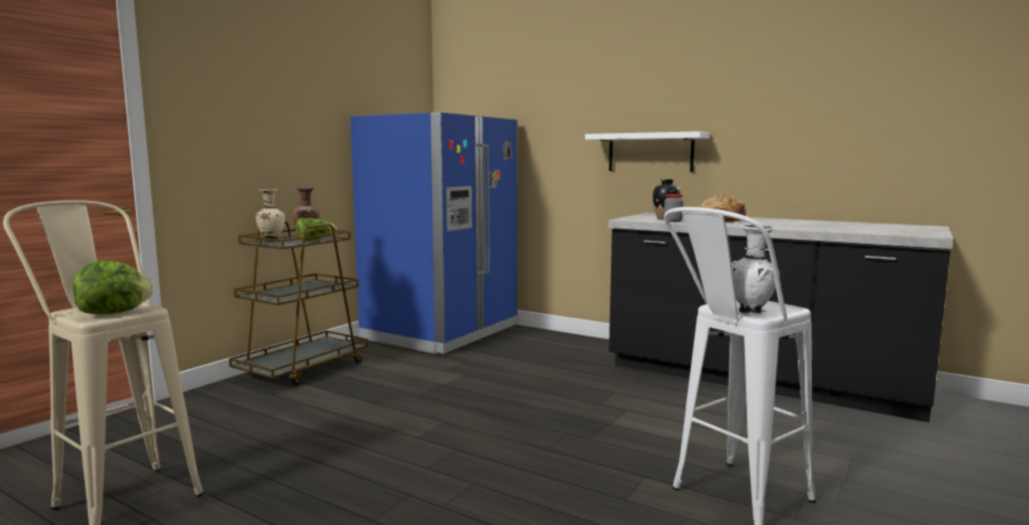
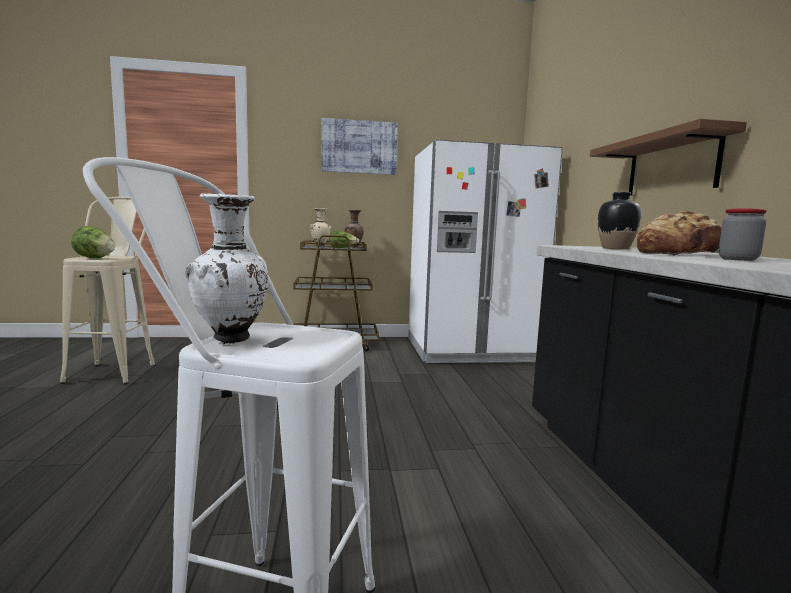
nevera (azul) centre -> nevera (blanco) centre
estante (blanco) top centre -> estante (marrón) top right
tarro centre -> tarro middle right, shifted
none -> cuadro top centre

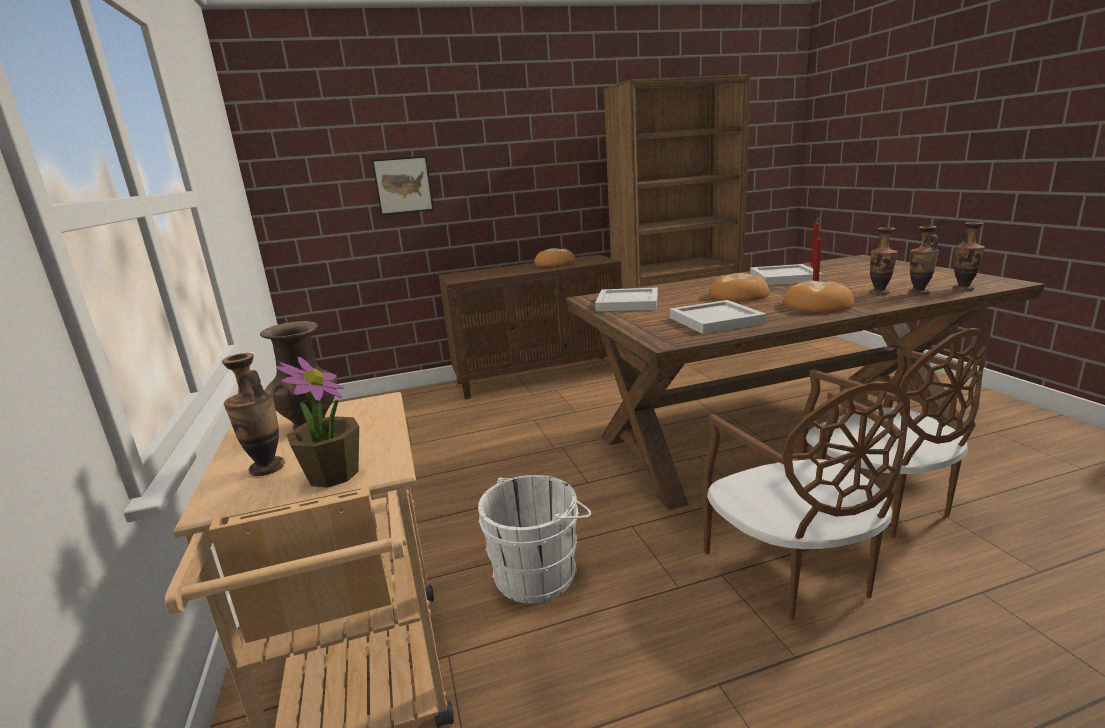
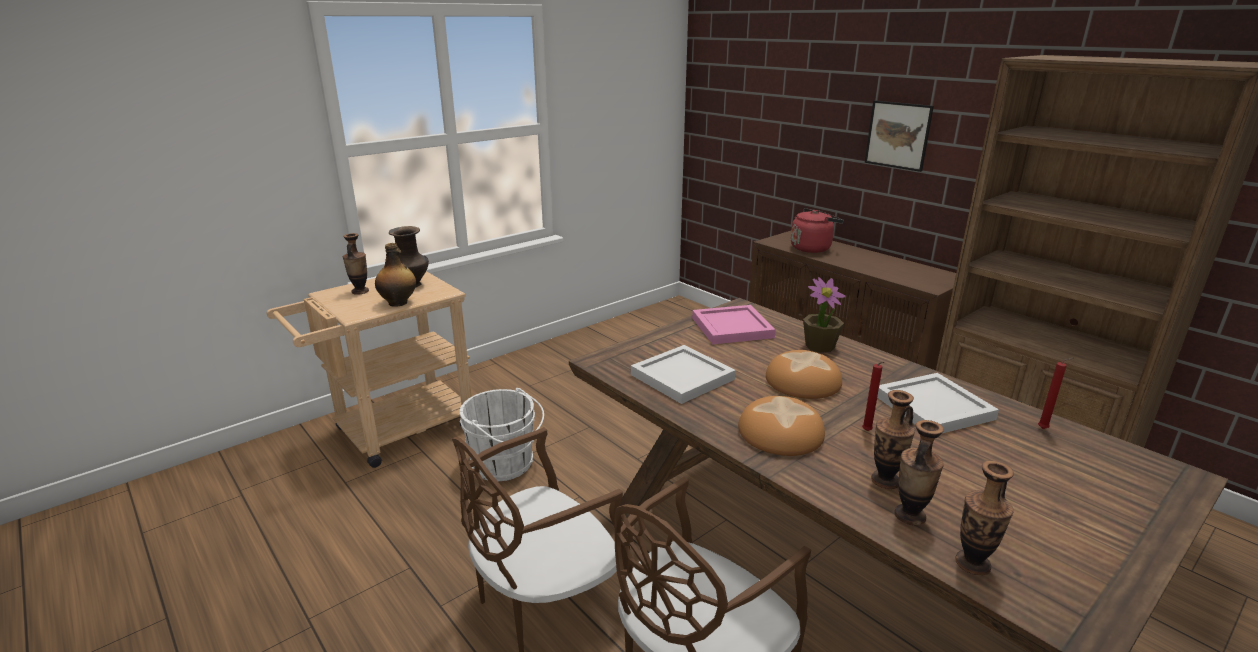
planta en maceta middle left -> planta en maceta centre, shifted
cuadro top centre -> cuadro top right, shifted
pan (no. 1 from left) centre -> none
bandeja (blanco) (no. 1 from left) centre -> bandeja (rosa) centre
none -> botella middle left
none -> hervidor (rojo) centre

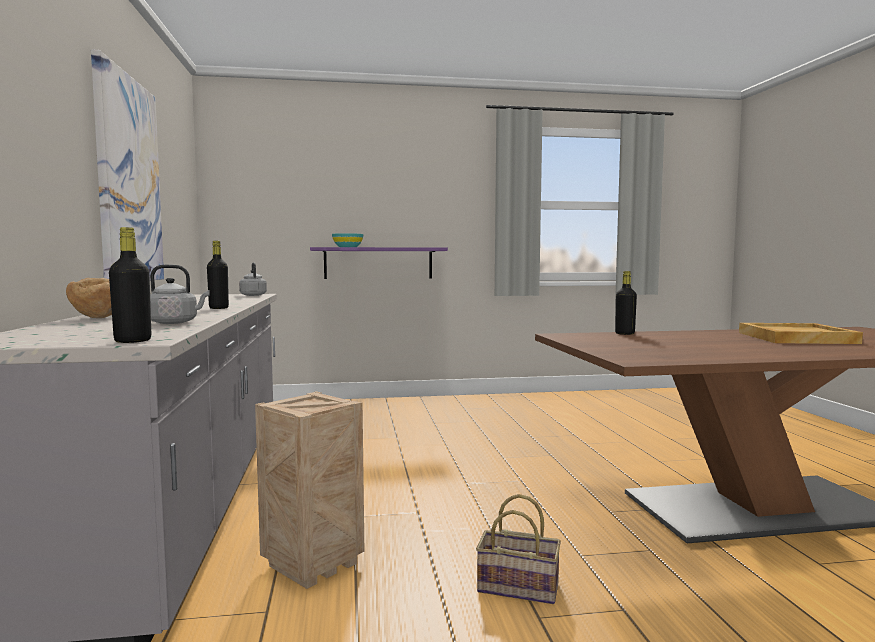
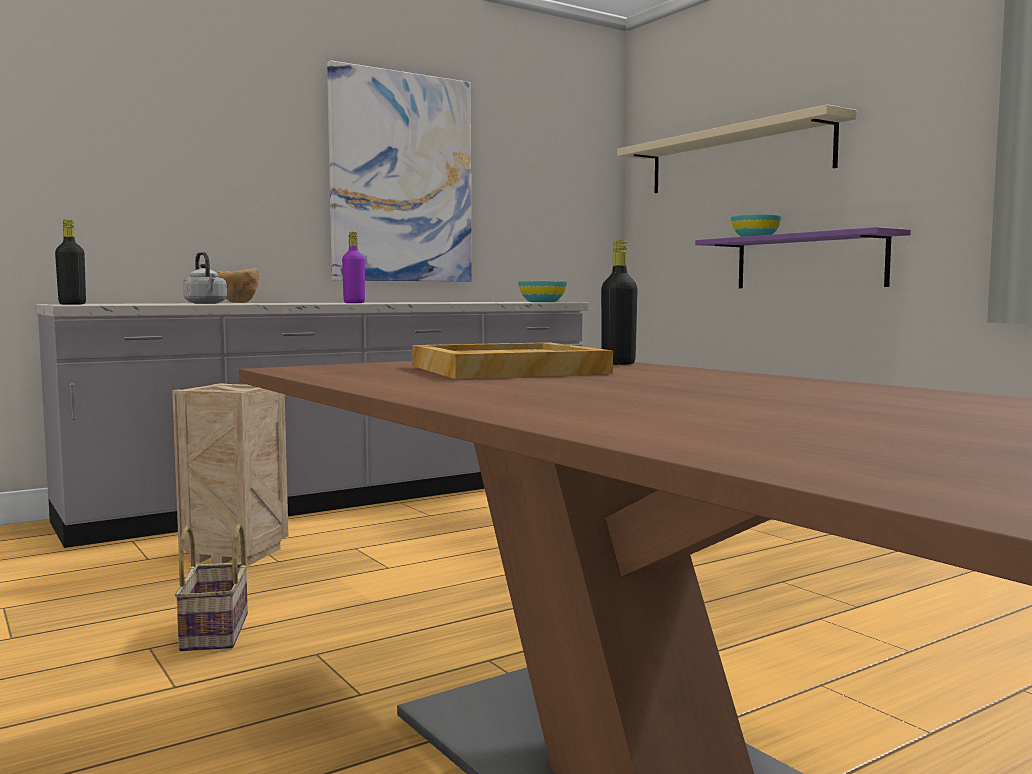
botella (negro) (no. 2 from left) middle left -> botella (morado) centre
hervidor (gris) (no. 2 from left) middle left -> cuenco (turquesa) (no. 1 from left) centre
bandeja (beis) middle right -> bandeja (beis) centre, shifted
none -> estante (beis) top right

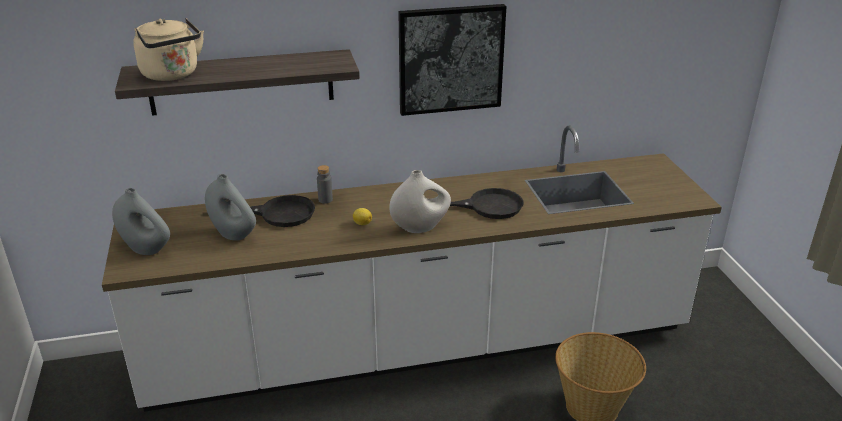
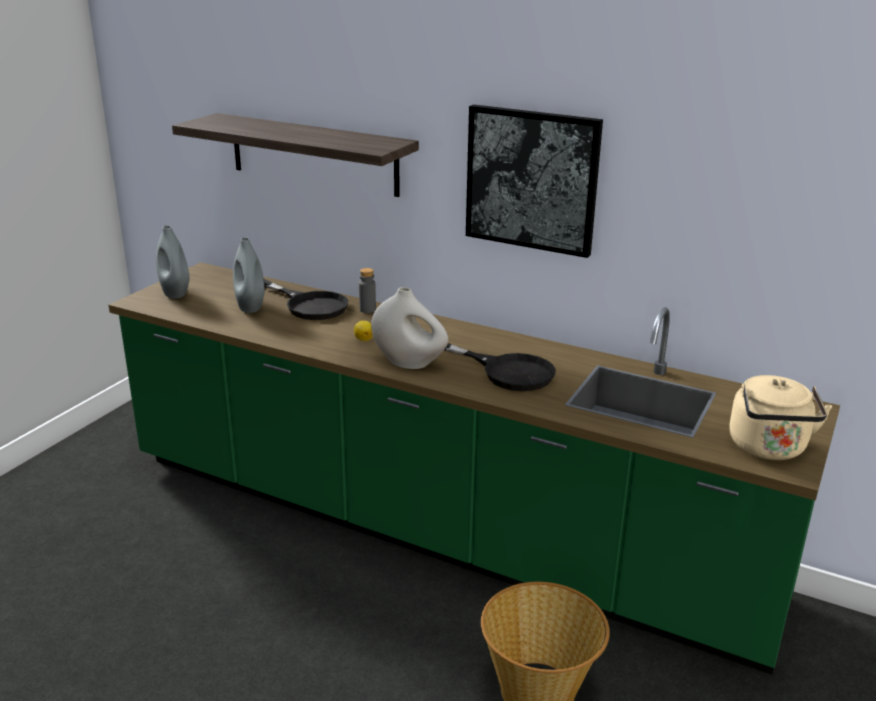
mueble bajo de cocina (blanco) centre -> mueble bajo de cocina (verde) bottom centre
hervidor (beis) top left -> hervidor (beis) middle right, shifted

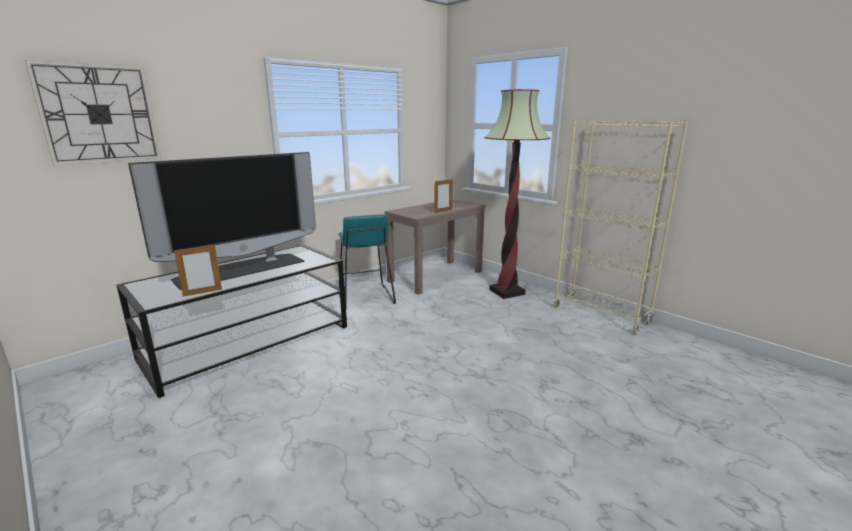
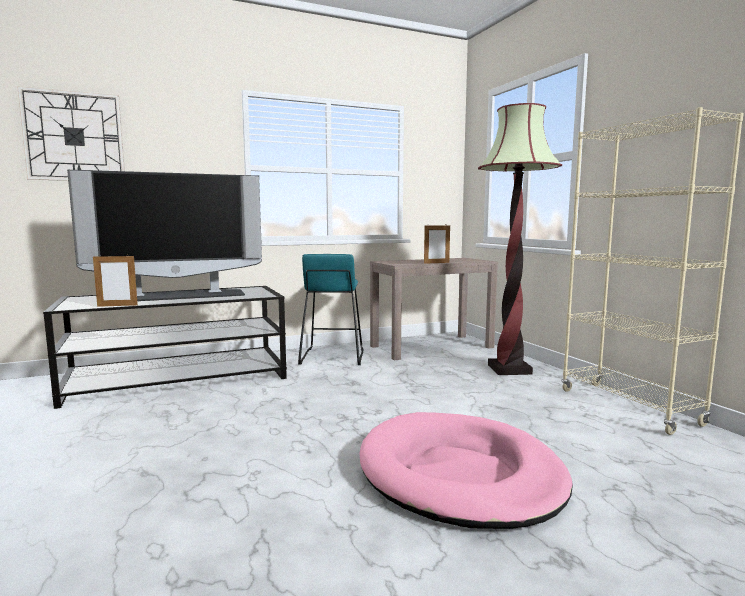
none -> cama para perro (rosa) bottom centre

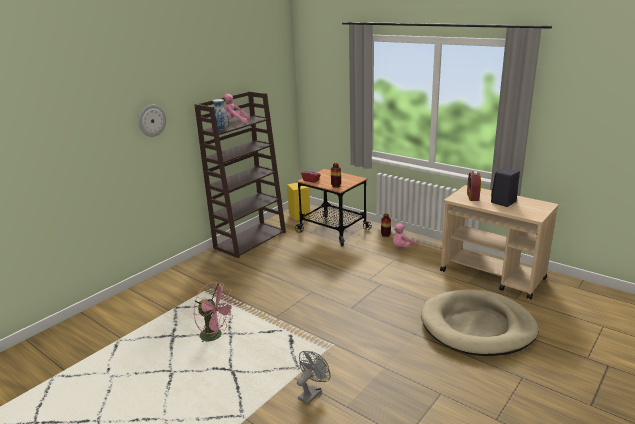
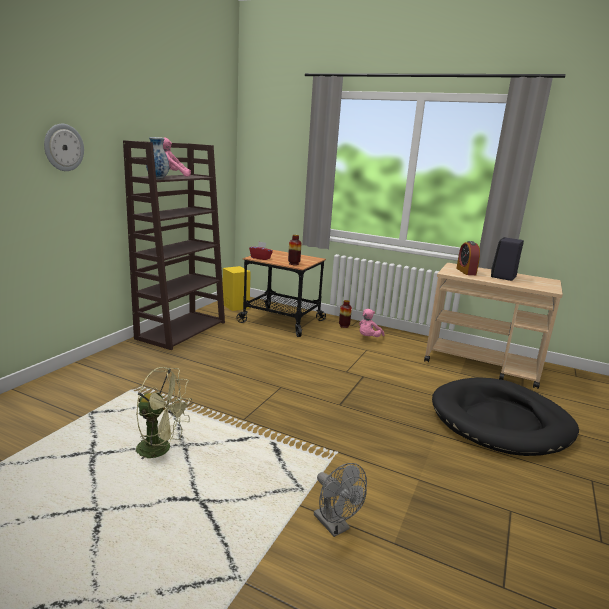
ventilador (rosa) bottom centre -> ventilador (verde) bottom left
ventilador (gris) bottom centre, 120 degrees clockwise
cama para perro (beis) bottom right -> cama para perro (negro) bottom right

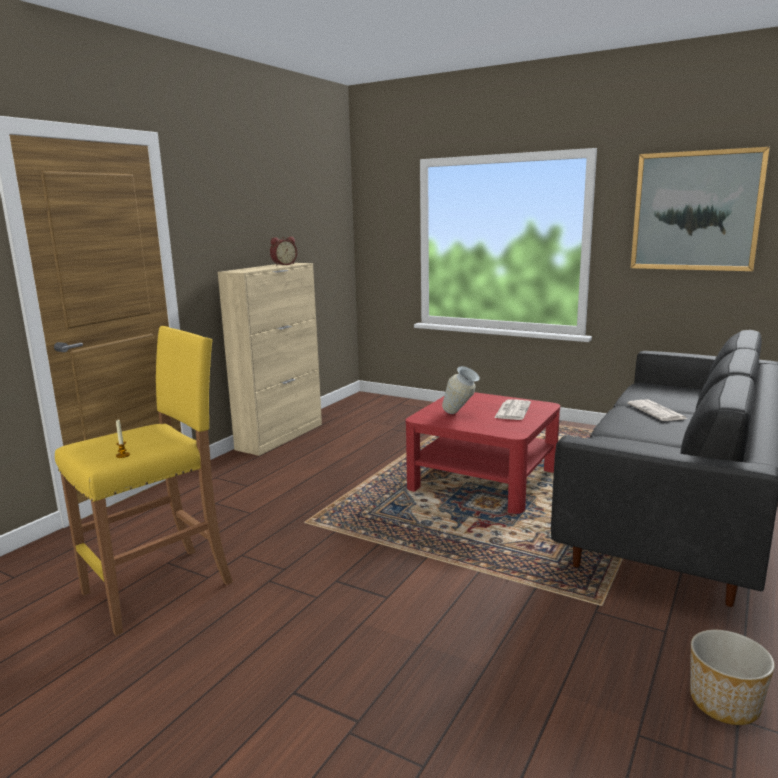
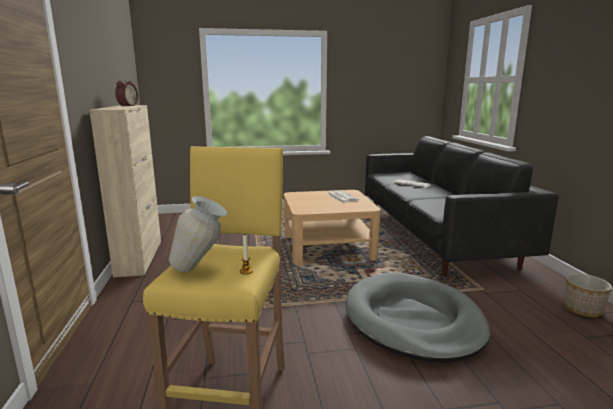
mesa de centro (rojo) centre -> mesa de centro (beis) centre
florero centre -> florero middle left, shifted
cuadro top right -> none
none -> cama para perro (gris) bottom right

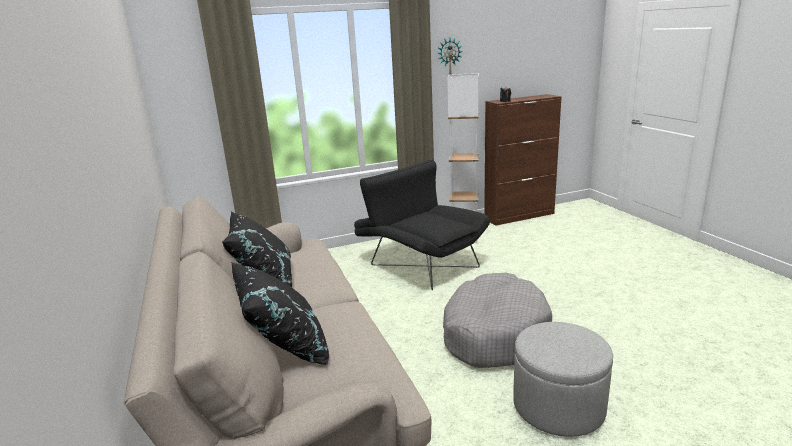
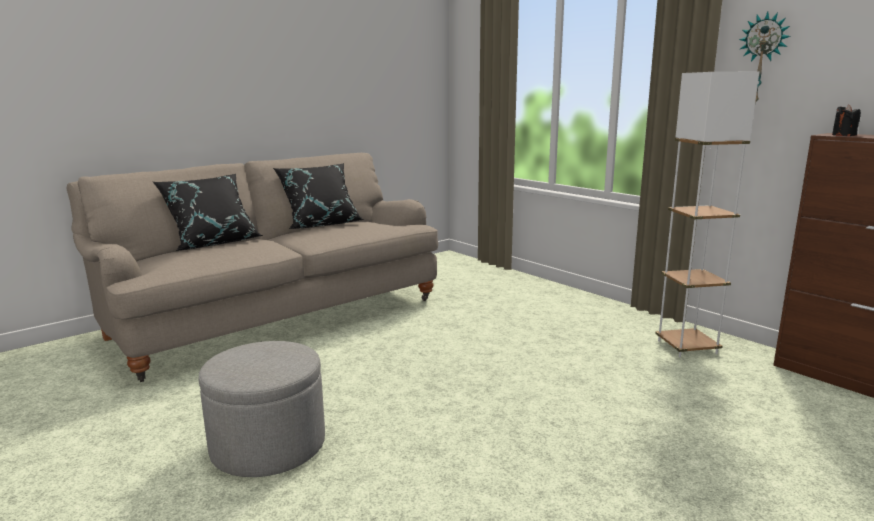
sillón (negro) centre -> none
cama para perro (gris) bottom centre -> none

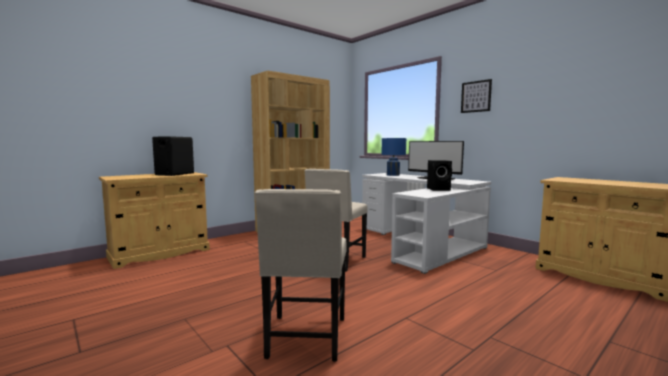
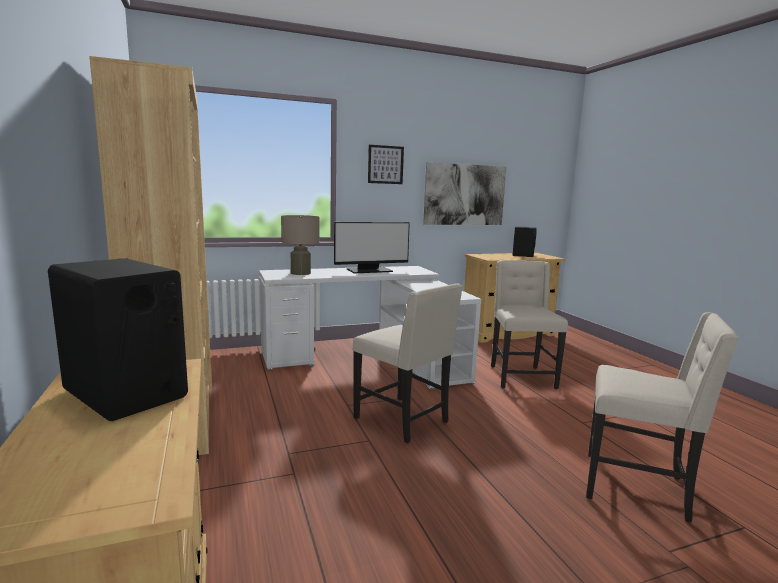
lámpara de mesa (azul) centre -> lámpara de mesa (beis) centre
altavoz (negro) (no. 2 from left) centre -> altavoz (negro) (no. 2 from left) middle right, shifted
none -> cuadro (no. 2 from left) top centre
none -> silla (beis) (no. 2 from left) middle right

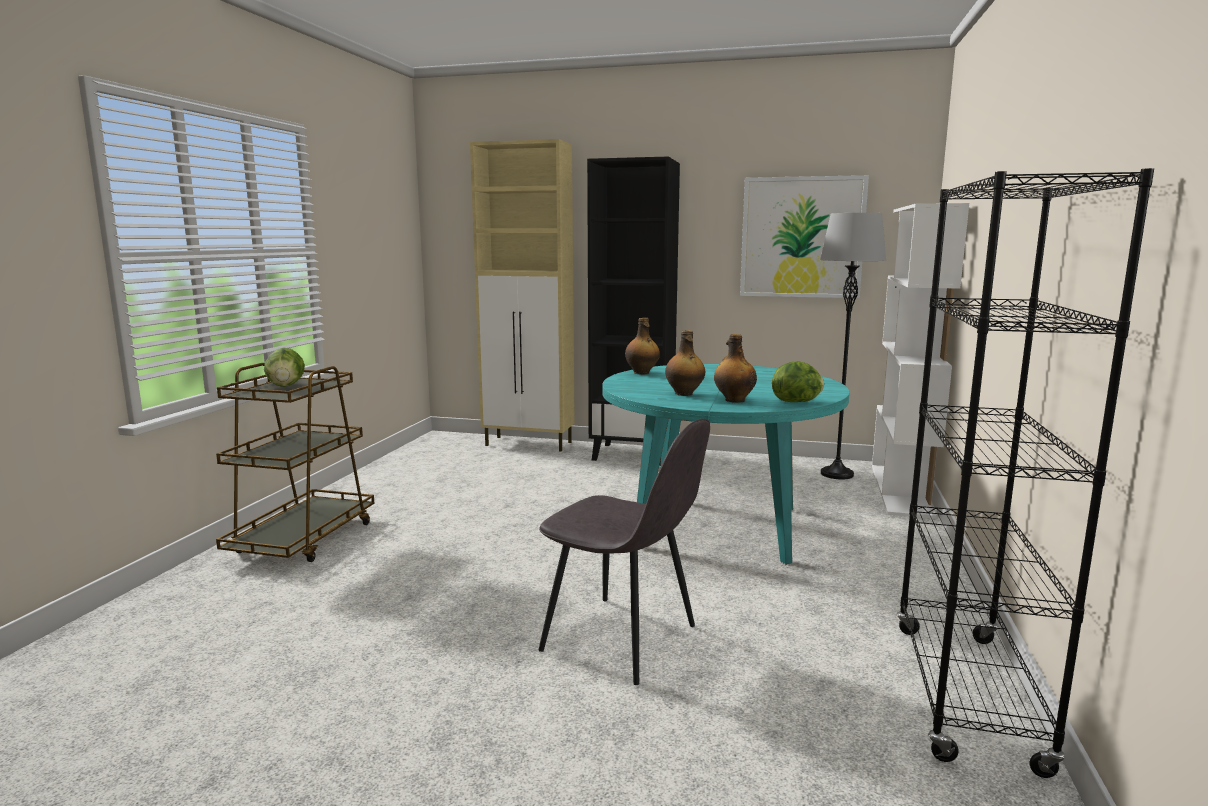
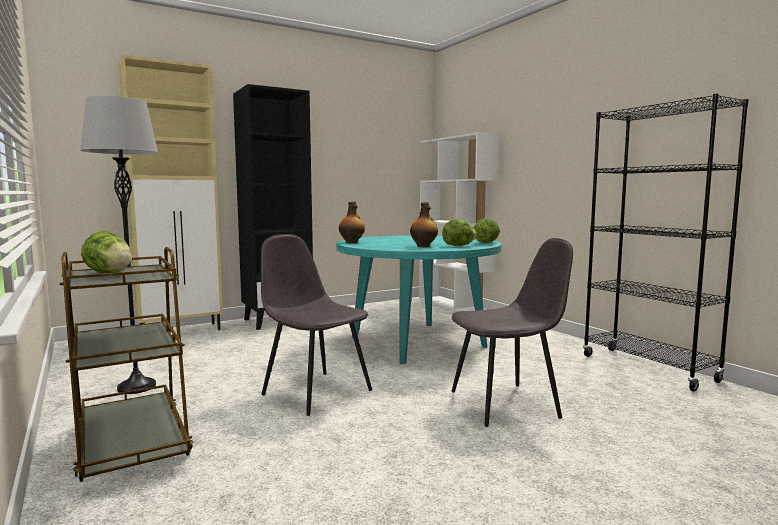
botella (no. 3 from left) centre -> lechuga (no. 2 from left) centre
cuadro top centre -> none
lámpara de pie (gris) middle right -> lámpara de pie (gris) middle left, shifted
none -> silla (gris) (no. 1 from left) centre

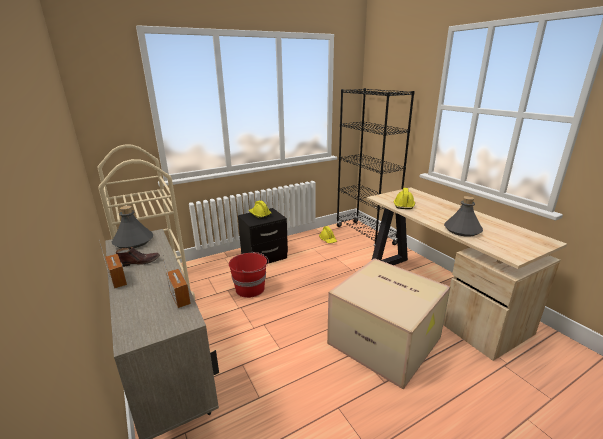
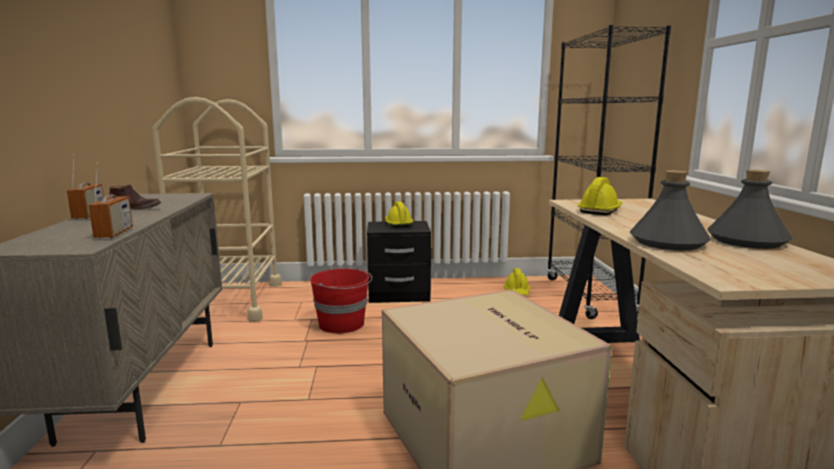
botella (gris) (no. 1 from left in the first image) middle left -> botella (gris) (no. 2 from left) middle right, shifted

